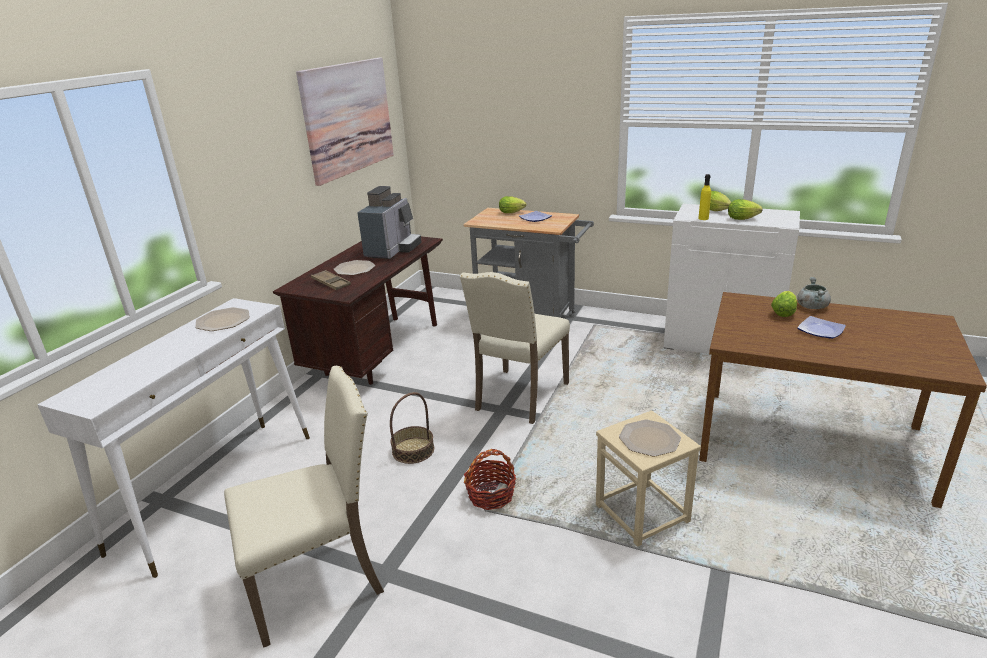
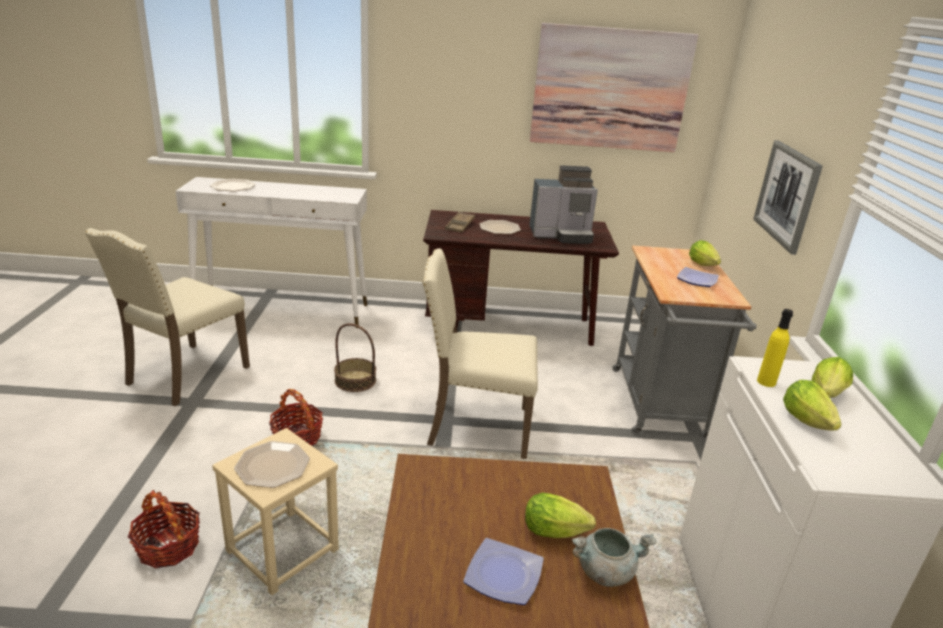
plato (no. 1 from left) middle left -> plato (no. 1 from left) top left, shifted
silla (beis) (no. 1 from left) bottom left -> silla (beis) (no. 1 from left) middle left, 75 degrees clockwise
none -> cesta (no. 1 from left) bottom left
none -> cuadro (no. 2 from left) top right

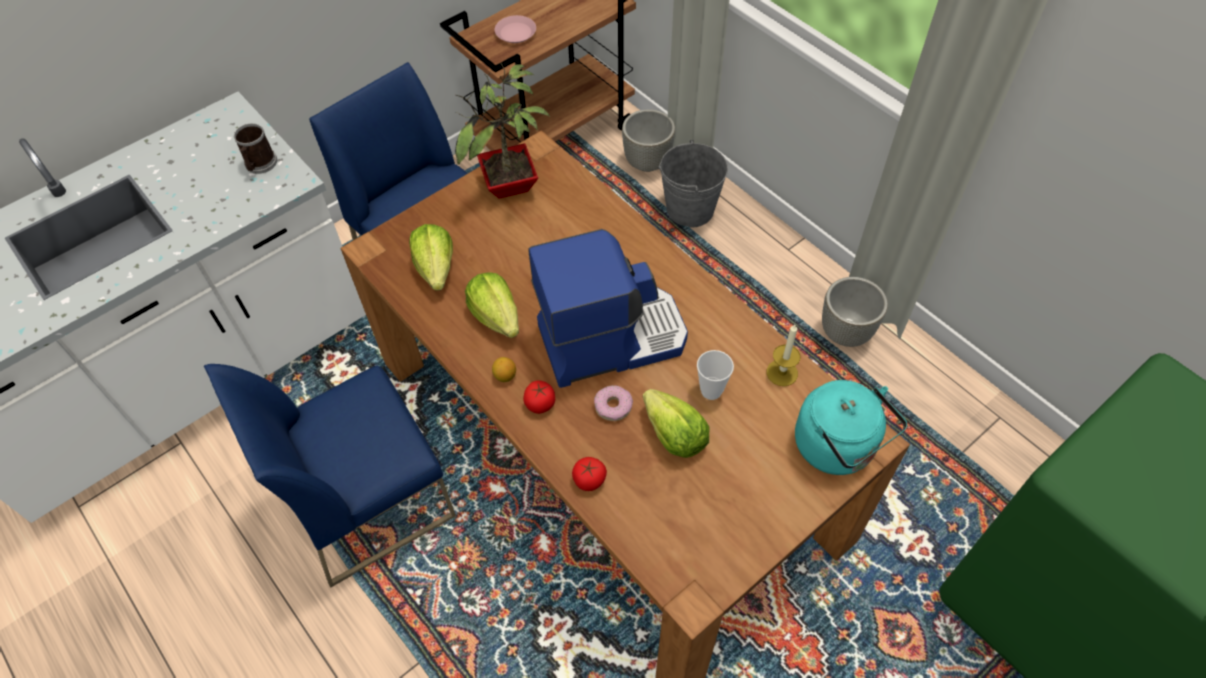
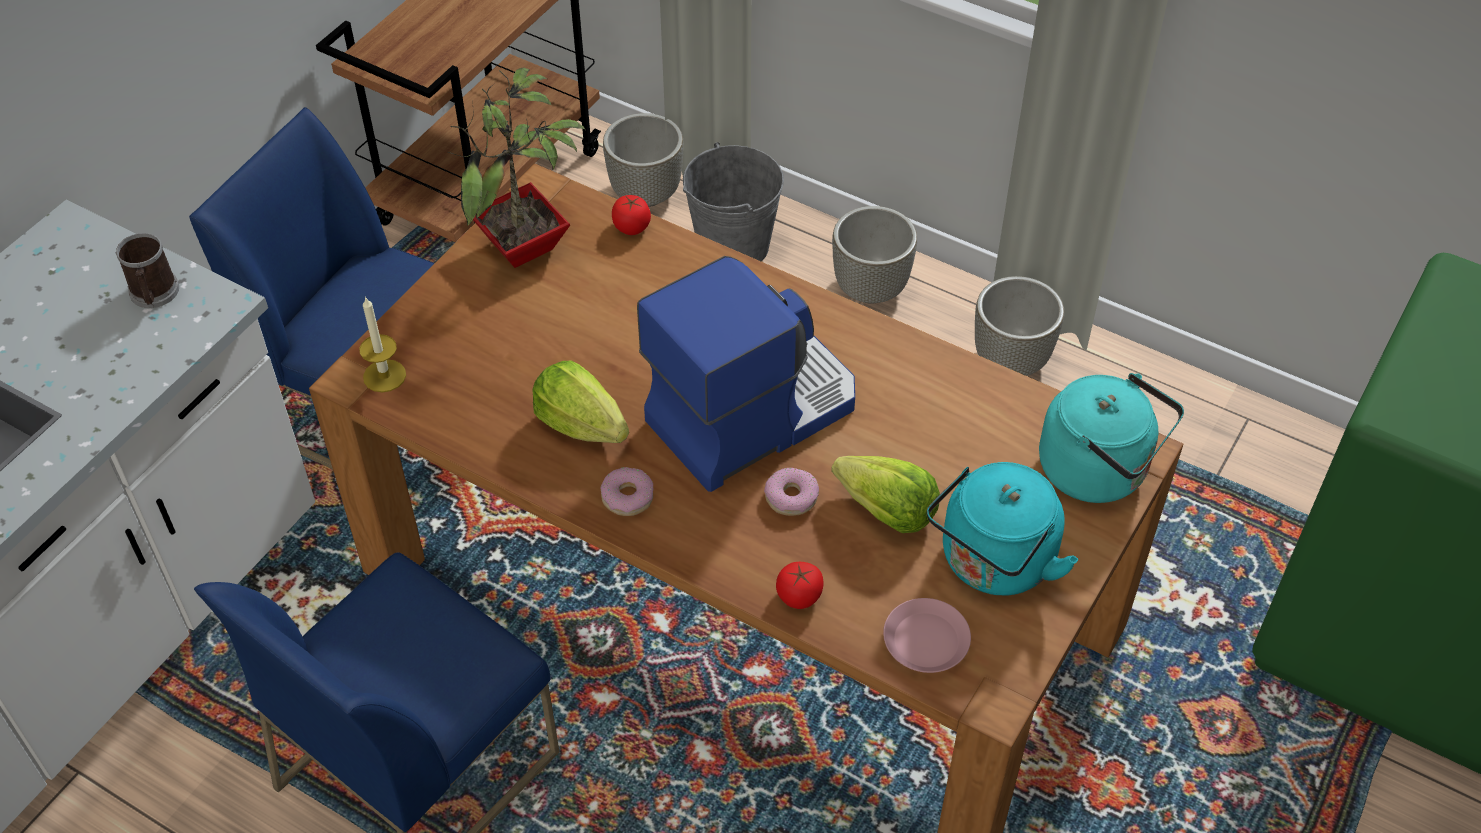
lechuga (no. 1 from left) centre -> none
limón centre -> rosquilla (no. 1 from left) centre
plato (rosa) top centre -> plato (rosa) bottom centre, shifted
tomate (no. 1 from left) centre -> tomate (no. 1 from left) top centre, shifted
taza centre -> none
vela centre -> vela middle left, shifted
none -> maceta (gris) (no. 2 from left) top centre
none -> hervidor (turquesa) (no. 1 from left) middle right

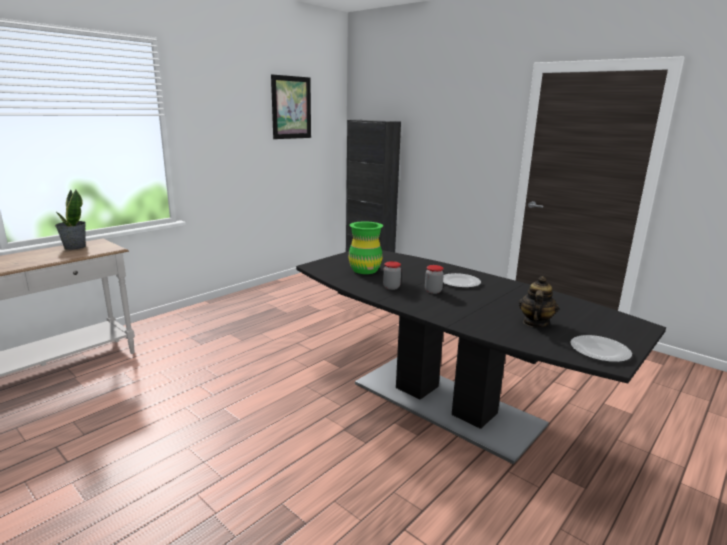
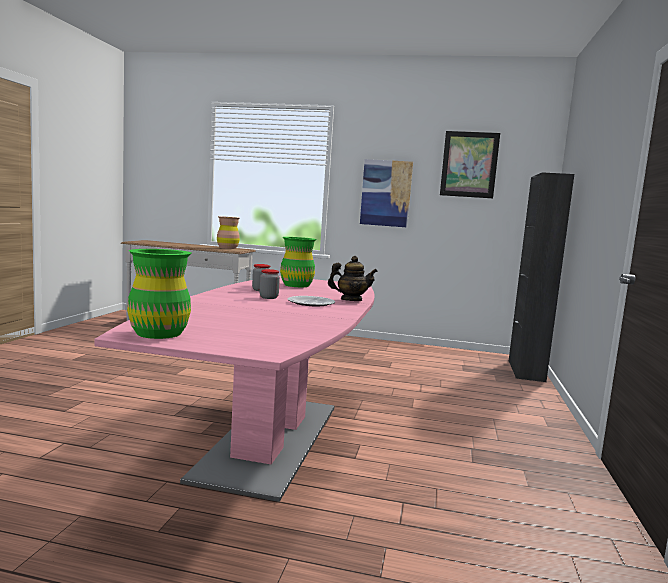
planta en maceta middle left -> florero (marrón) centre
mesa de comedor (negro) centre -> mesa de comedor (rosa) bottom centre
tetera middle right -> tetera centre, shifted
plato (no. 2 from left) middle right -> florero (verde) (no. 1 from left) middle left
none -> cuadro (no. 1 from left) top centre

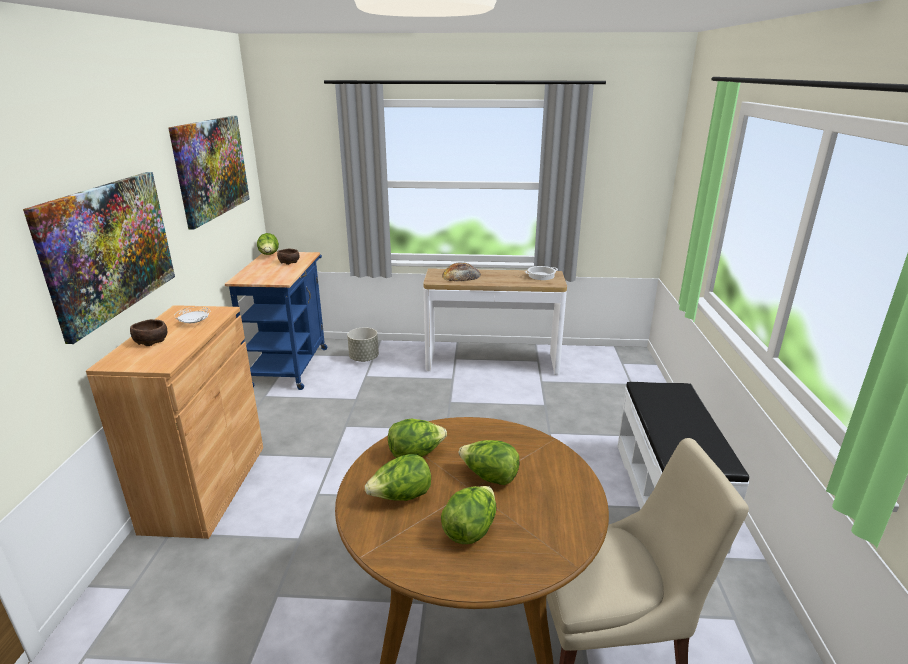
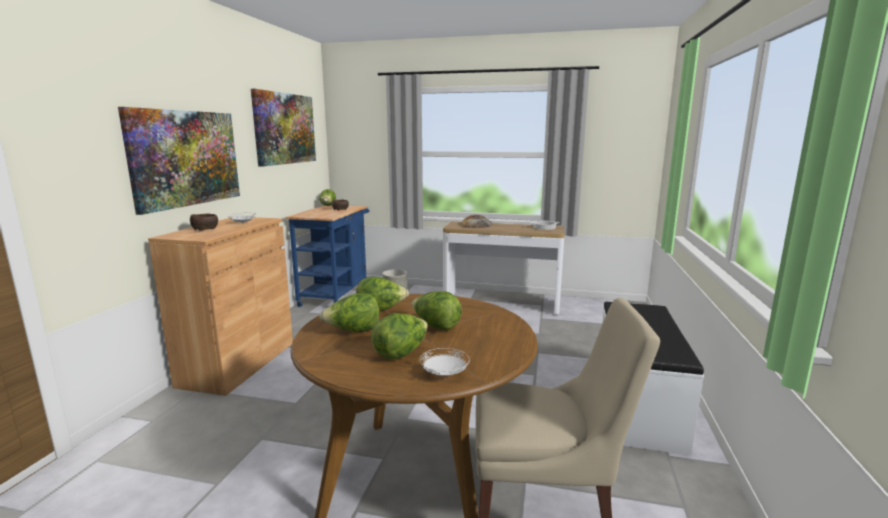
none -> plato (blanco) (no. 2 from left) bottom centre

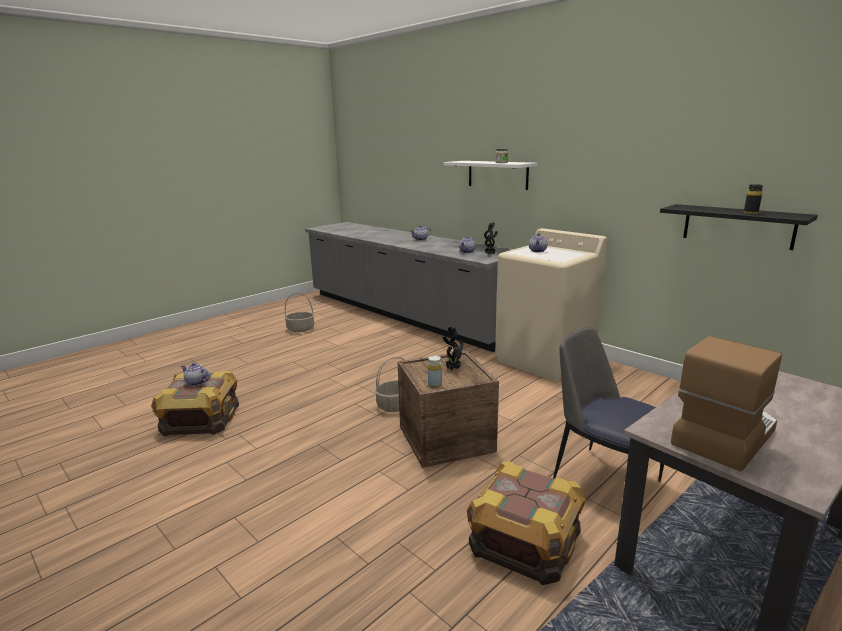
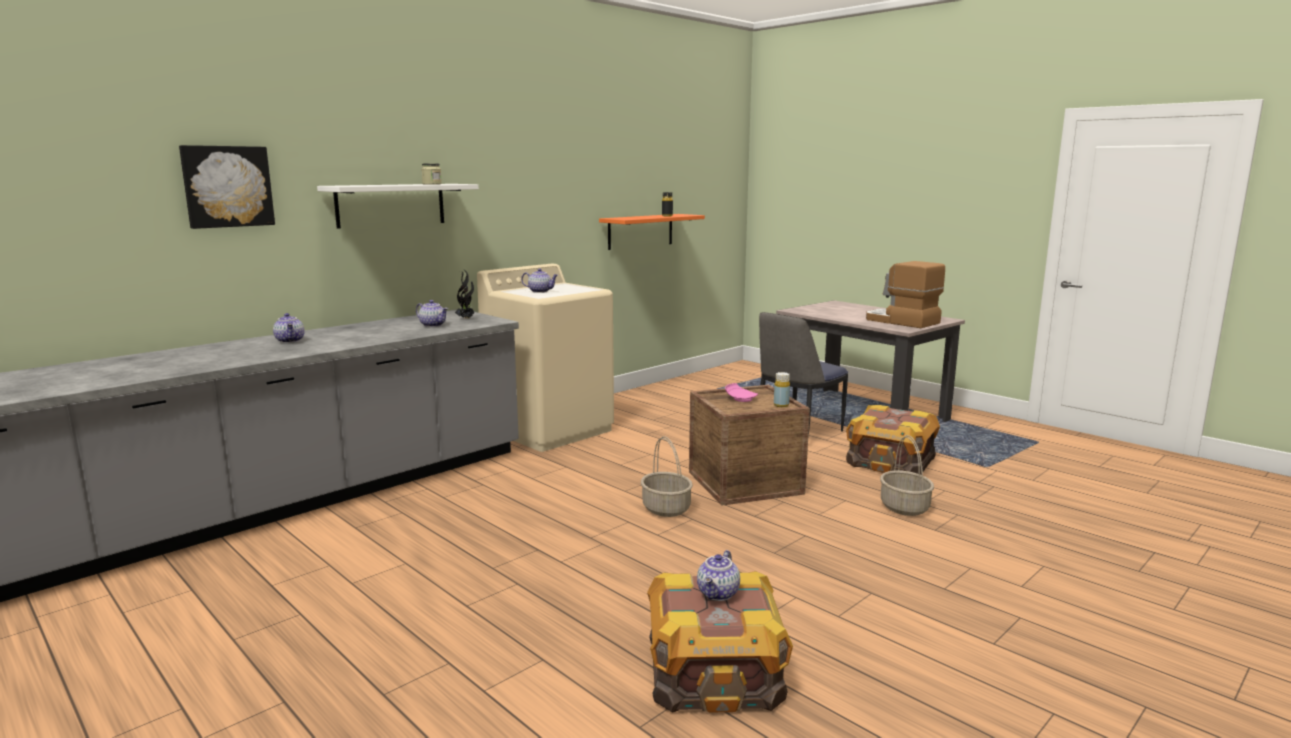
cesta (no. 1 from left in the first image) centre -> cesta (no. 2 from left) middle right, shifted
planta en maceta (no. 1 from left) centre -> plato (rosa) centre
estante (negro) middle right -> estante (naranja) top centre
none -> cuadro top left

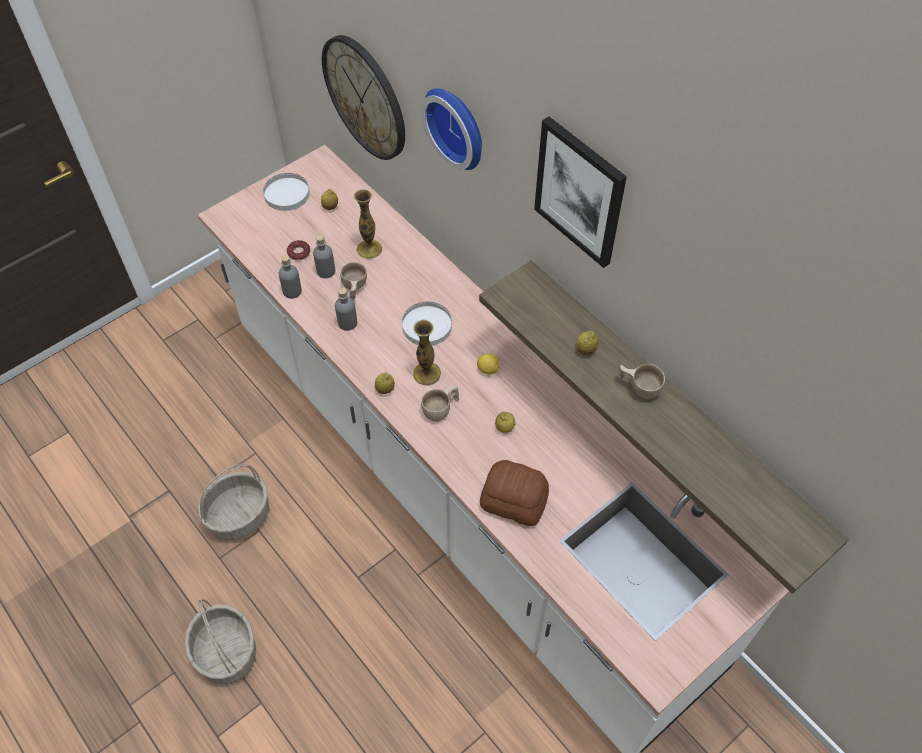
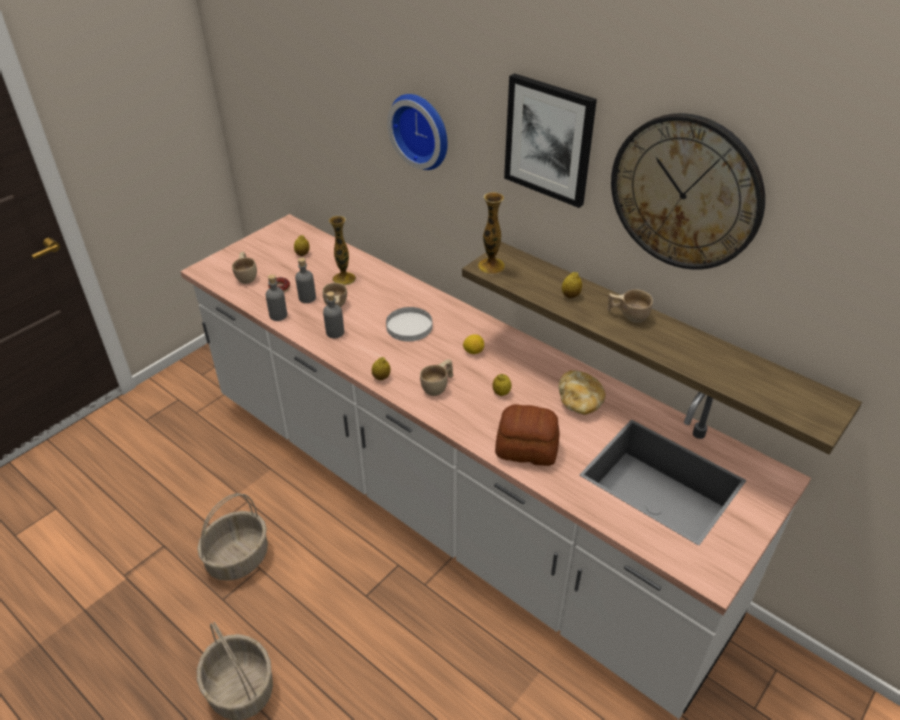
plato (blanco) (no. 1 from left) top left -> none
reloj de pared (no. 1 from left in the first image) top centre -> reloj de pared (no. 2 from left) top right, shifted
florero (no. 2 from left) centre -> florero (no. 2 from left) top centre, shifted
none -> taza (beis) (no. 1 from left) middle left
none -> pan (no. 2 from left) centre

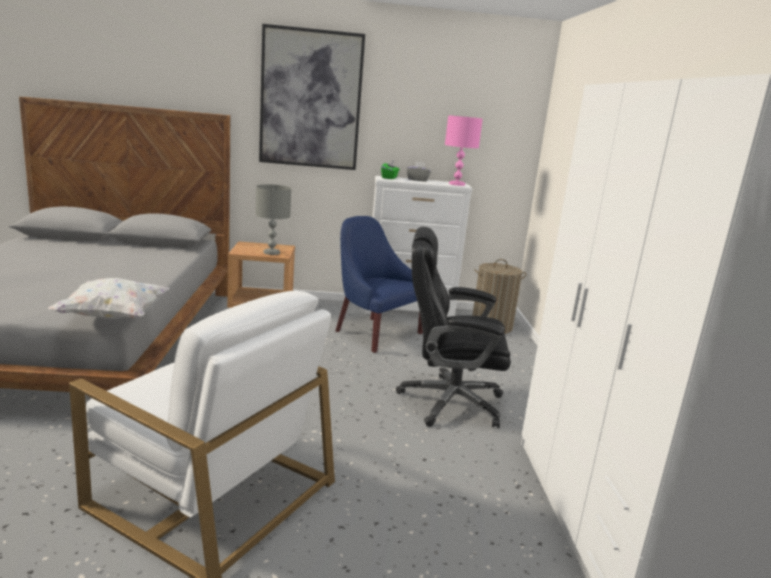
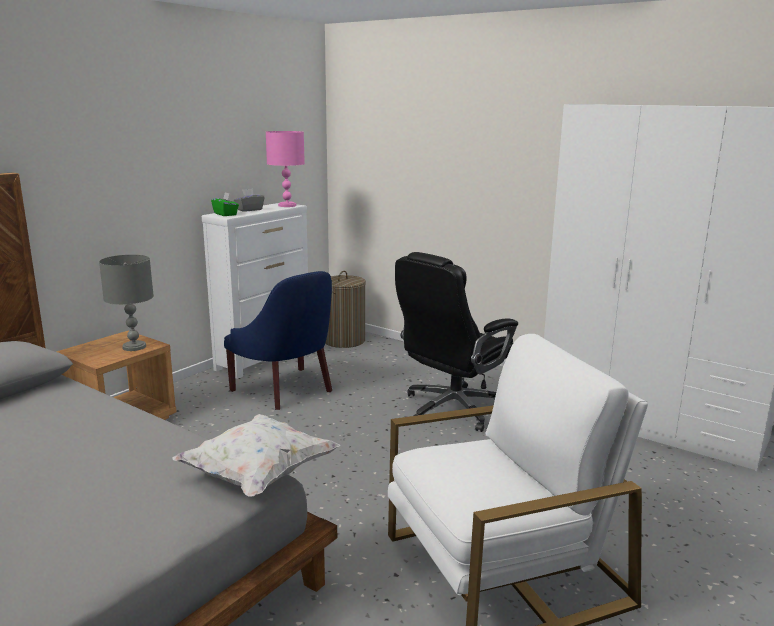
cuadro top centre -> none
sillón (azul) centre, 120 degrees counterclockwise

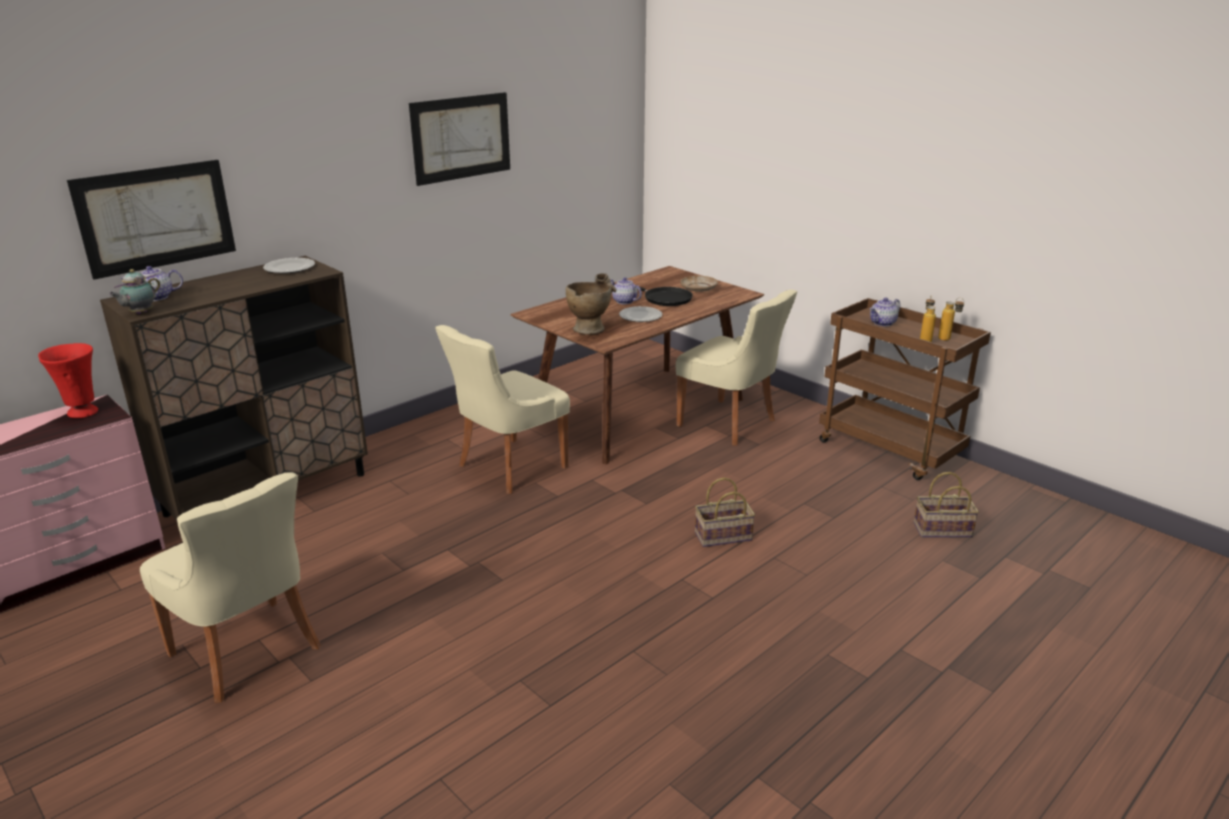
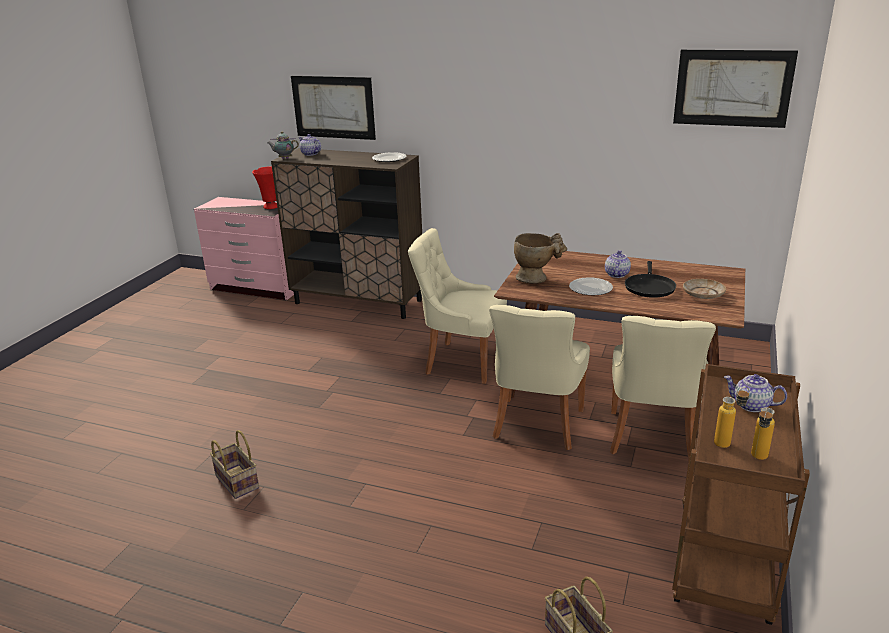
silla (beis) (no. 1 from left in the first image) bottom left -> silla (beis) (no. 2 from left) centre, shifted
cuadro (no. 2 from left) top centre -> cuadro (no. 2 from left) top right, shifted
cesta (no. 1 from left) centre -> cesta (no. 1 from left) bottom left, shifted

